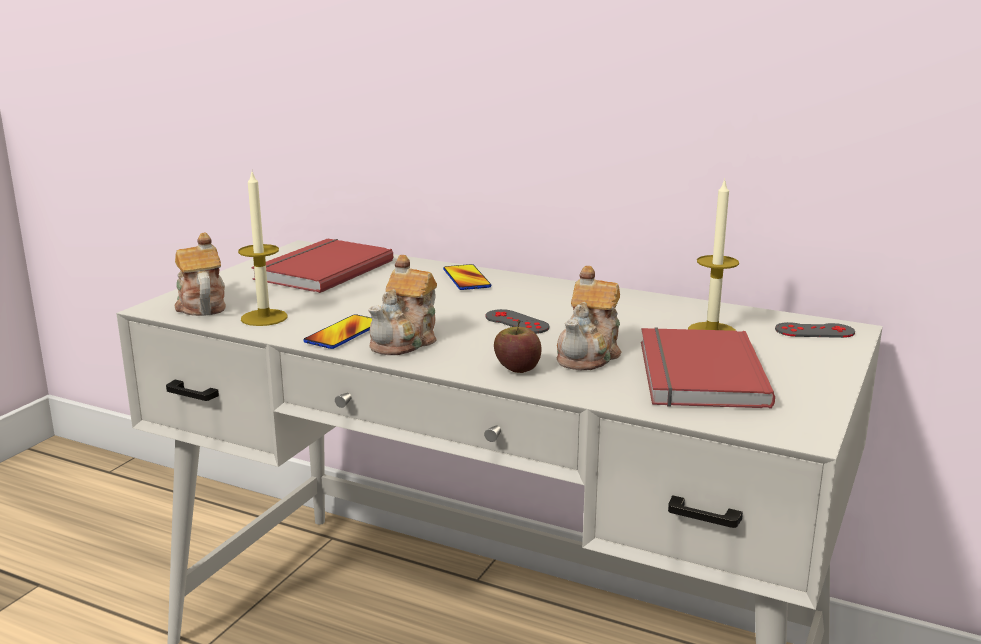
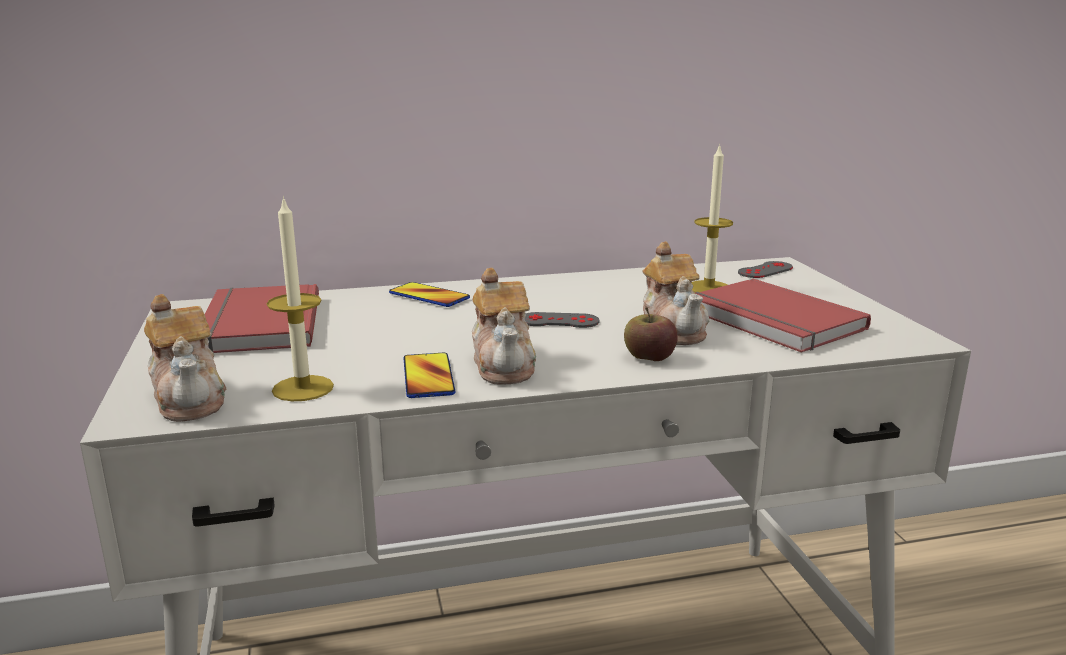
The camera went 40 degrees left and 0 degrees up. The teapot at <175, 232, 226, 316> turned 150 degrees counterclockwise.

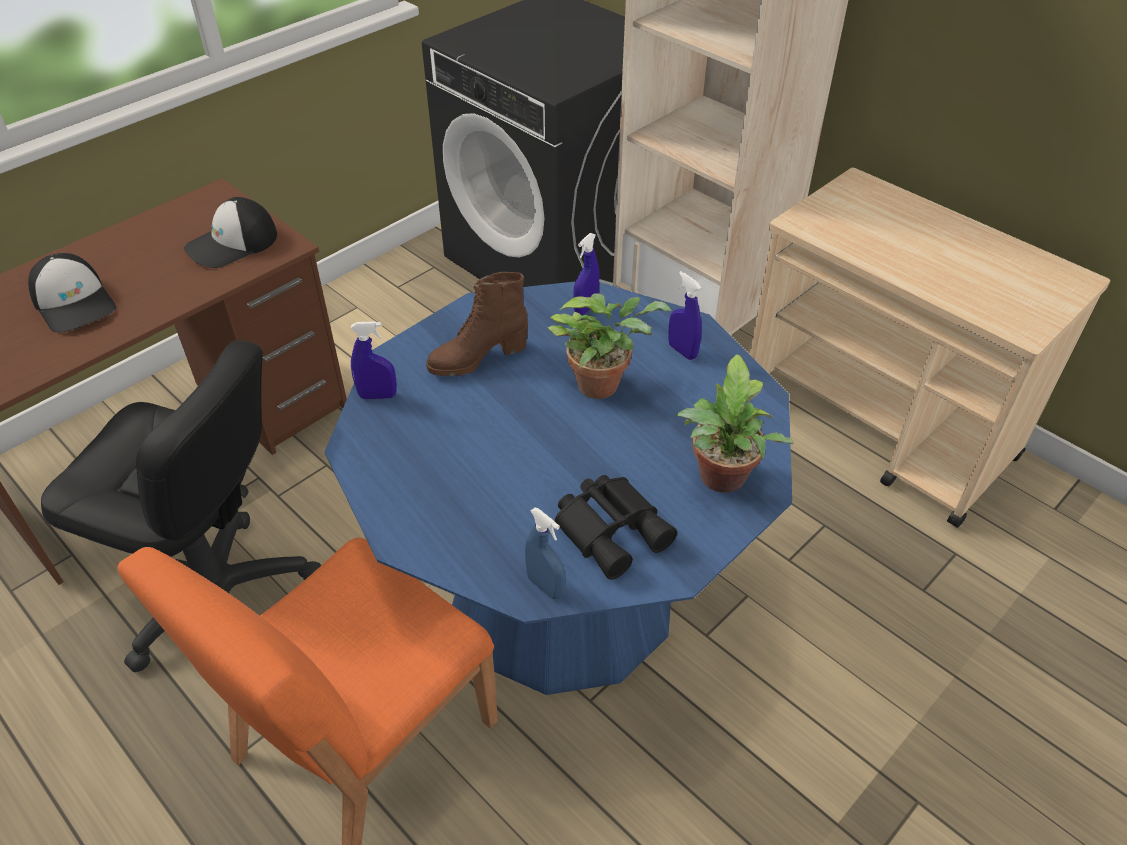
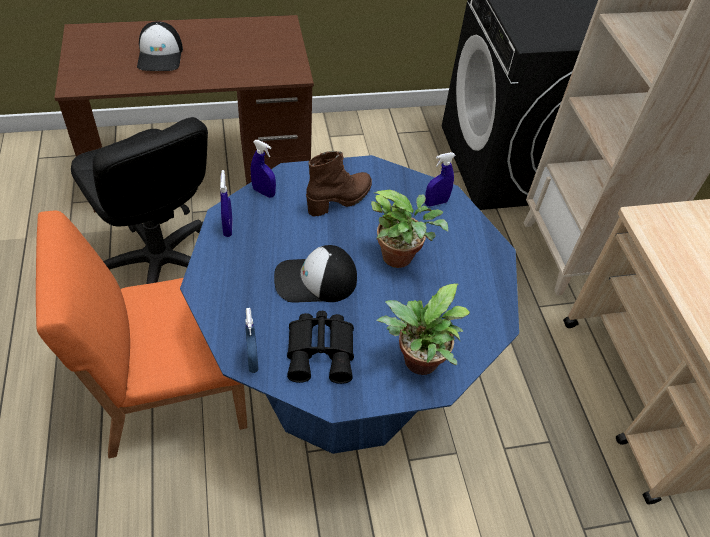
The camera went 30 degrees right and 5 degrees up. The cap moved from <184, 197, 277, 268> to <274, 245, 357, 303>. The brown-coloured_boot at <426, 272, 528, 377> turned 135 degrees clockwise. The bluish_spray_bottle moved from <668, 271, 702, 360> to <220, 170, 233, 237>.

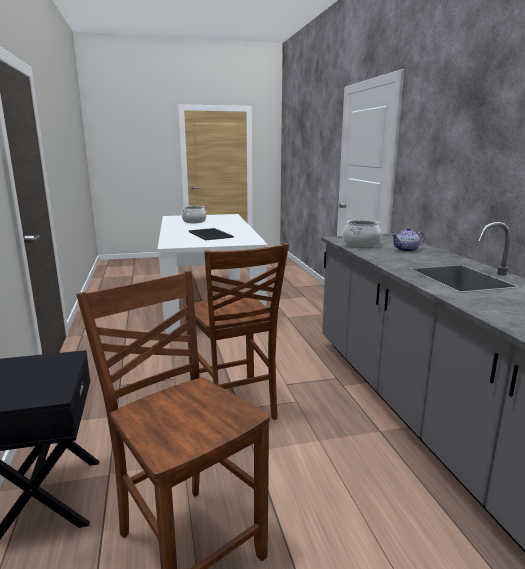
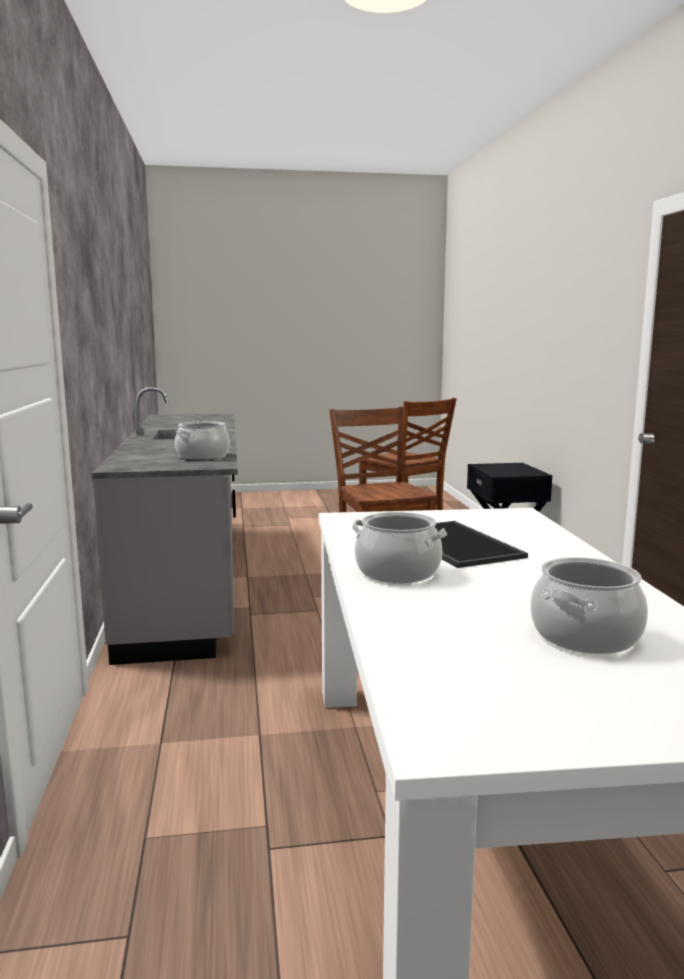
The camera went 175 degrees left and 5 degrees down. The teapot at <391, 228, 424, 252> disappeared. The saucepot at <352, 512, 447, 583> appeared.

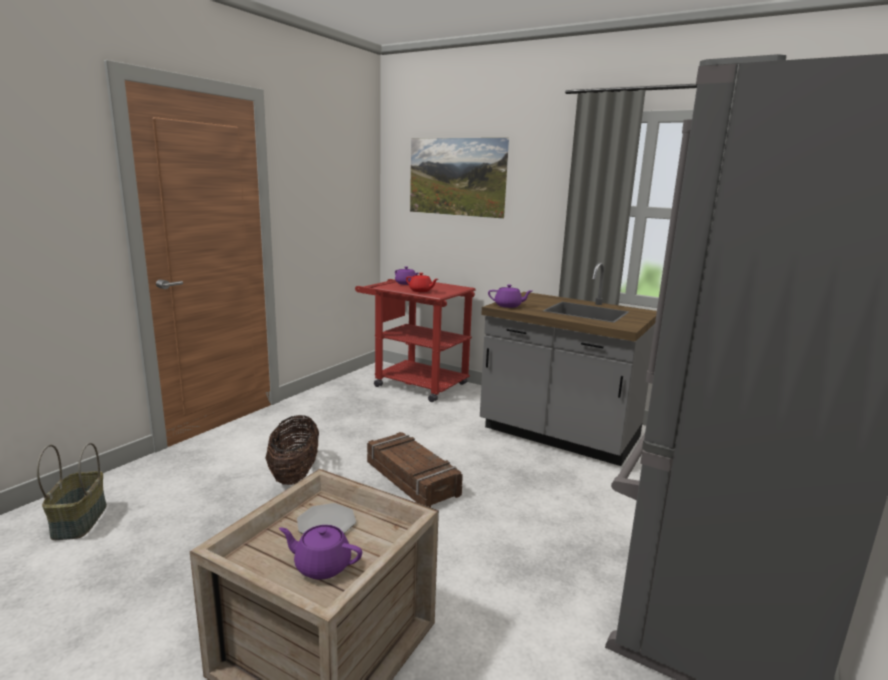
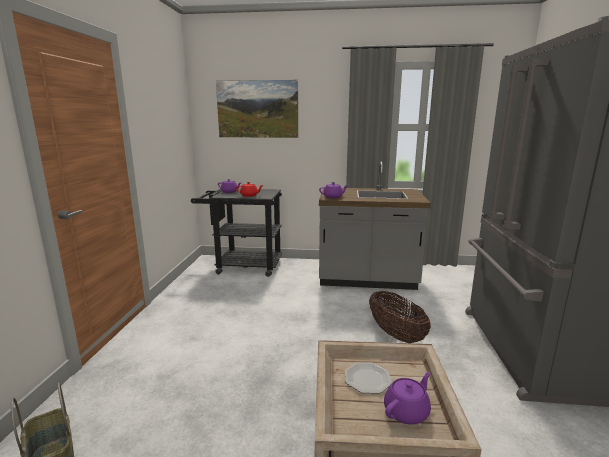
The camera went 25 degrees left and 0 degrees up. The basket moved from <266, 415, 319, 485> to <369, 291, 431, 343>. The purplish_teapot at <279, 525, 362, 580> turned 150 degrees clockwise. The red-coloured_trolley at <355, 279, 475, 402> became the black_trolley at <191, 189, 282, 277>. The packing_crate at <367, 432, 463, 507> disappeared.

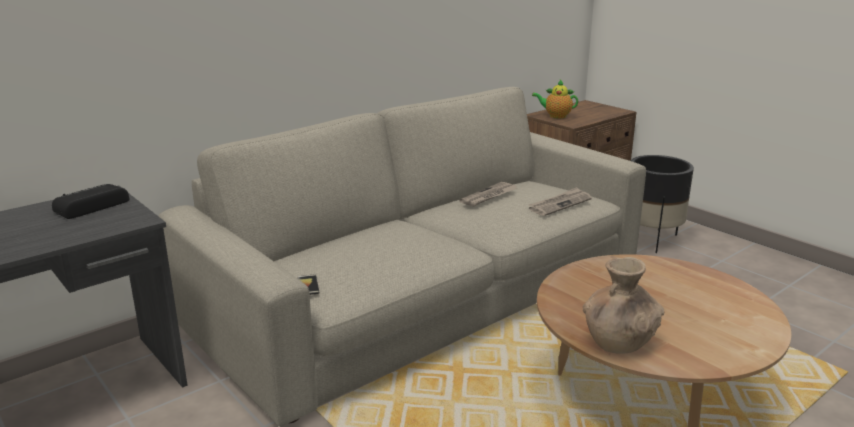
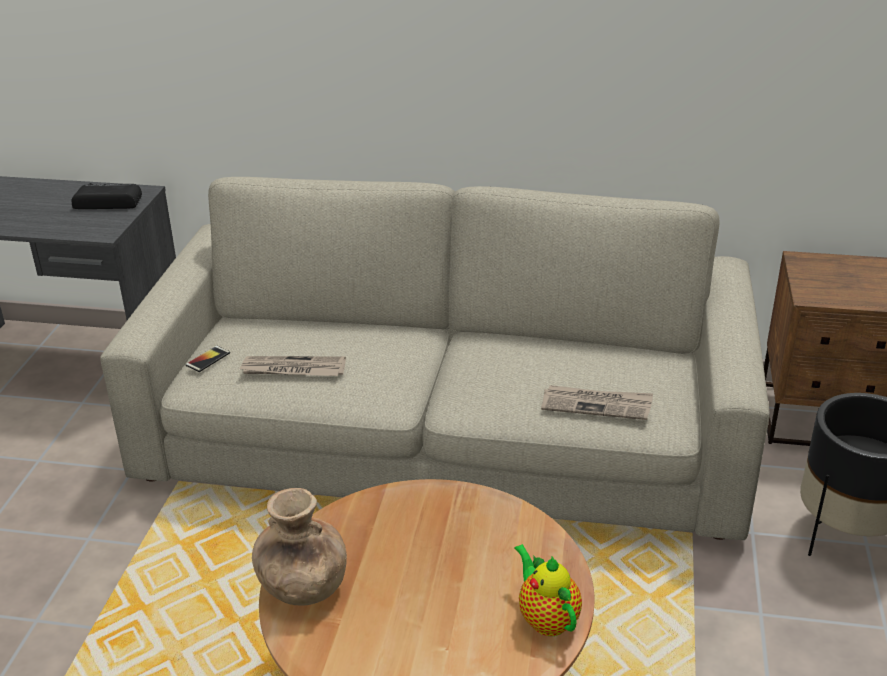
The camera went 50 degrees right and 10 degrees up. The printed_paper moved from <459, 182, 517, 207> to <239, 356, 346, 376>. The teapot moved from <532, 80, 578, 119> to <514, 544, 582, 636>.

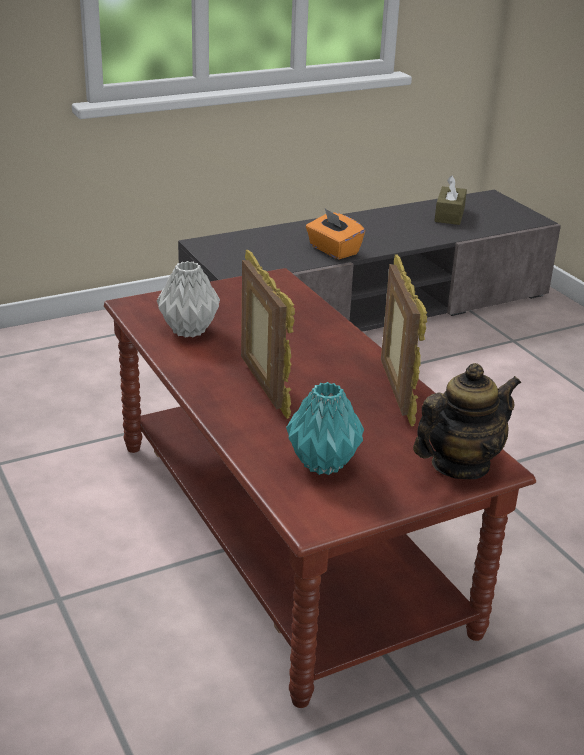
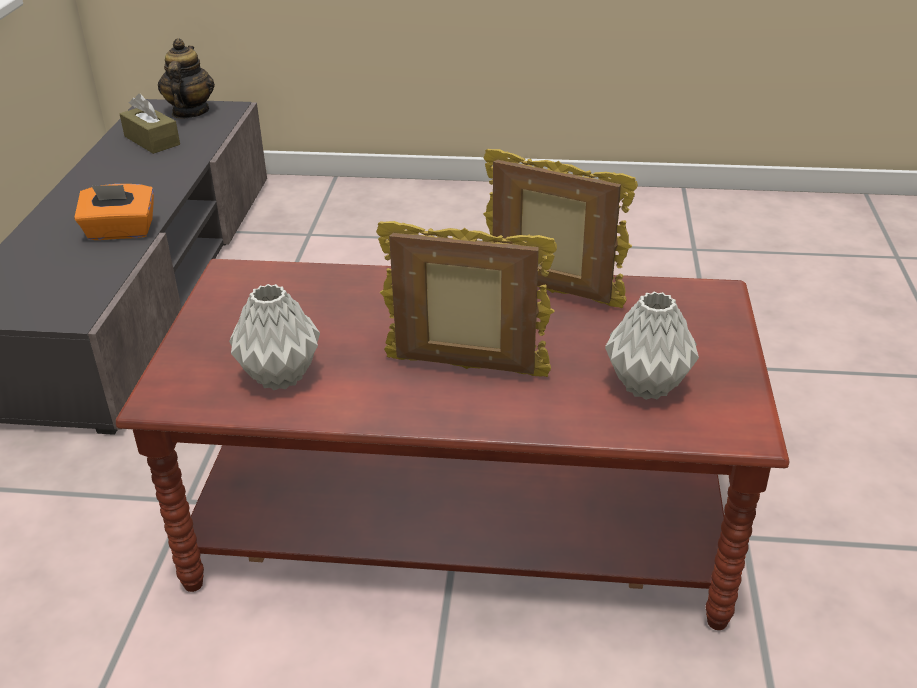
The camera went 55 degrees left and 5 degrees up. The turquoise-coloured_vase at <286, 382, 364, 475> became the greyish_vase at <605, 291, 699, 400>. The teapot moved from <413, 363, 521, 479> to <158, 38, 215, 119>.

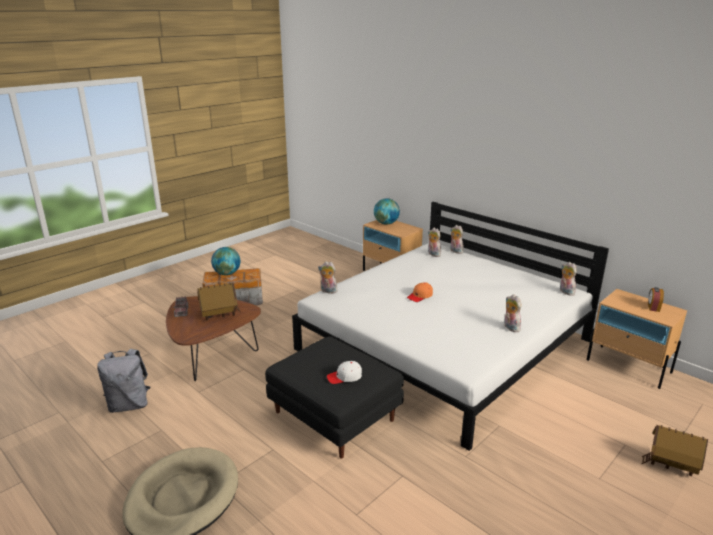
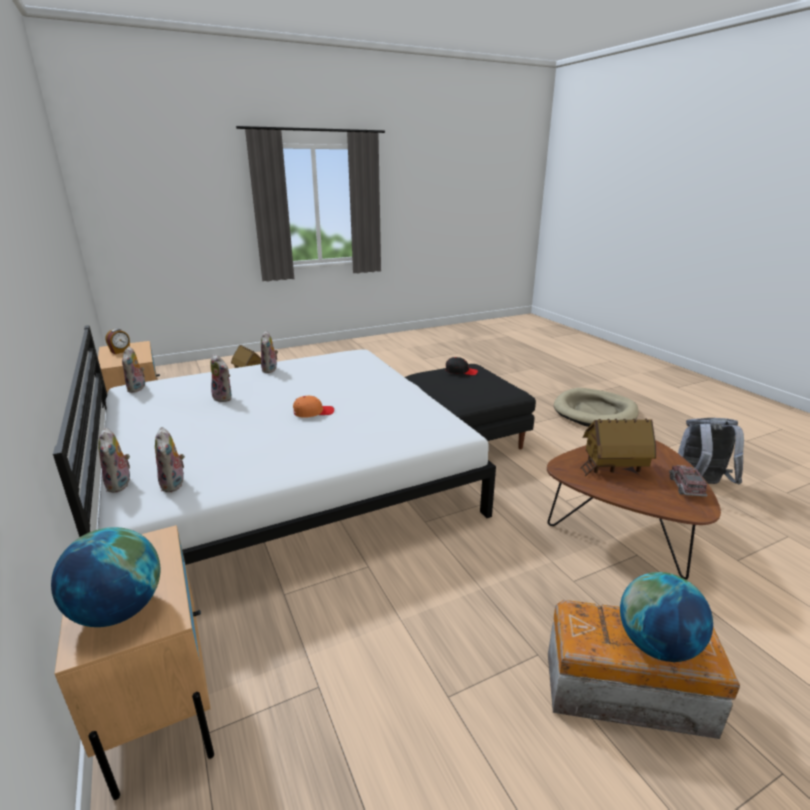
The camera went 160 degrees left and 0 degrees up. The soft_toy moved from <318, 261, 338, 294> to <210, 354, 232, 402>. The white_cap at <327, 361, 362, 384> became the black_cap at <446, 357, 478, 375>.

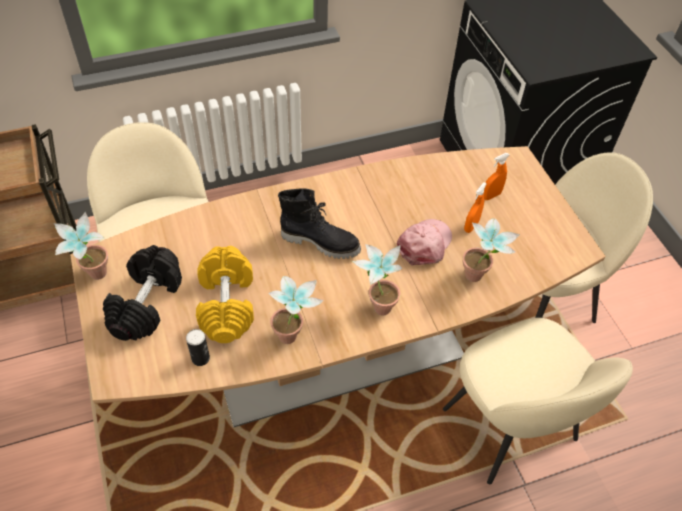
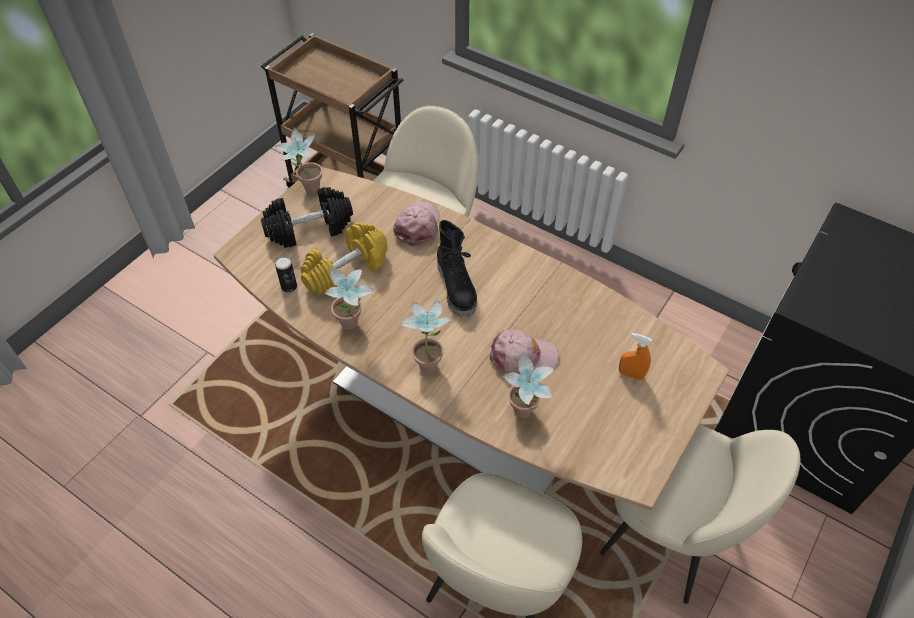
The camera went 55 degrees right and 0 degrees up. The orange-coloured_spray_bottle at <464, 182, 487, 233> disappeared. The pinkish_cap at <393, 201, 440, 247> appeared.

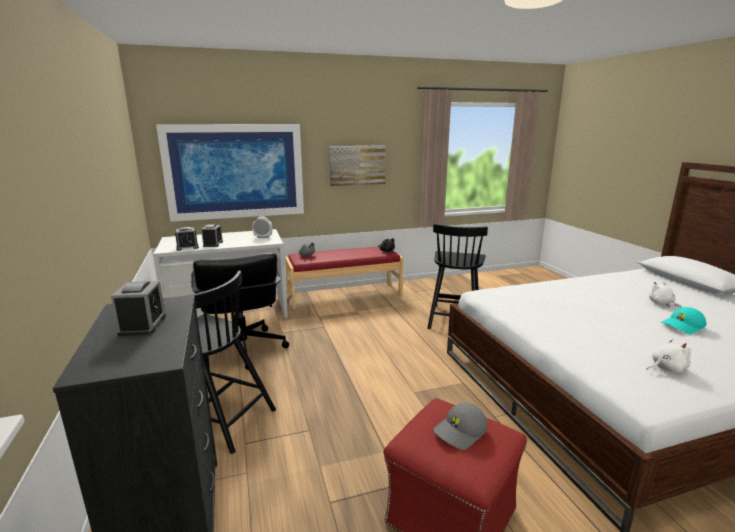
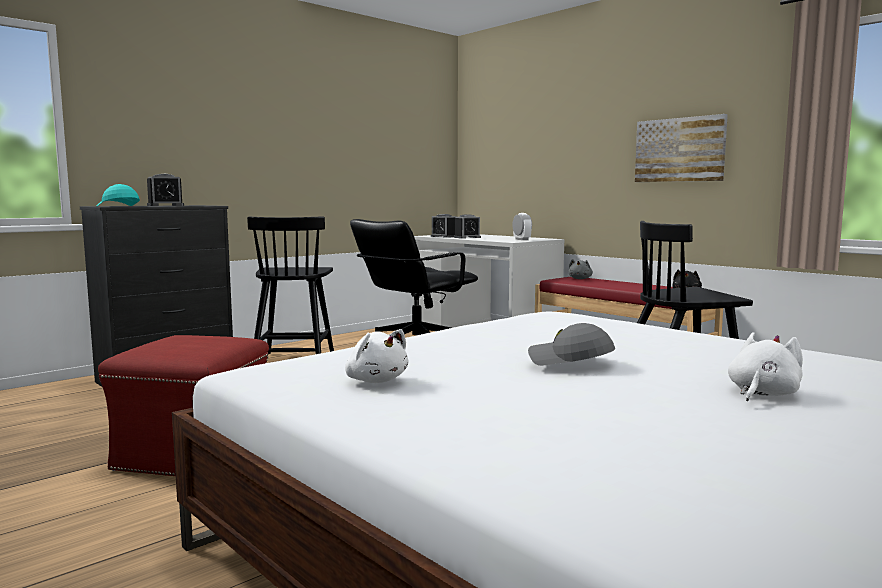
The camera went 65 degrees right and 10 degrees down. The picture at <156, 124, 304, 222> disappeared. The greyish_cap moved from <433, 403, 488, 450> to <528, 323, 615, 366>. The turquoise-coloured_cap moved from <661, 307, 706, 334> to <97, 184, 140, 206>.

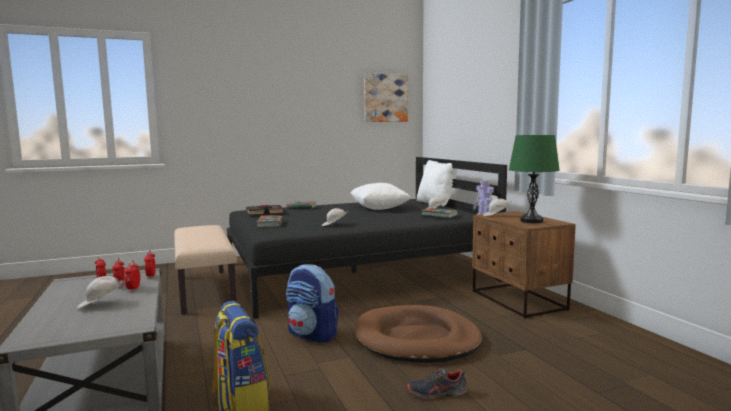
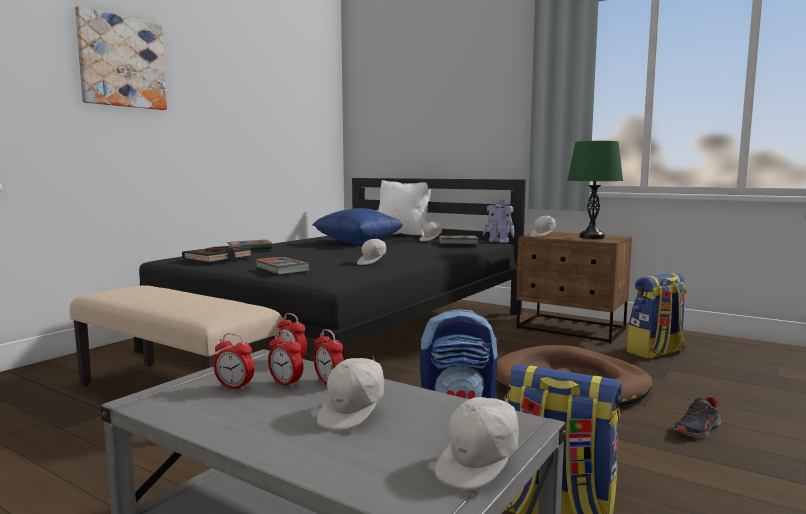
The camera went 35 degrees left and 0 degrees up. The white_throw_pillow at <350, 183, 411, 210> became the bluish_throw_pillow at <313, 208, 403, 244>. The picture moved from <364, 73, 408, 122> to <75, 6, 167, 110>. The white_cap at <435, 394, 519, 490> appeared. The knapsack at <627, 273, 687, 359> appeared.

